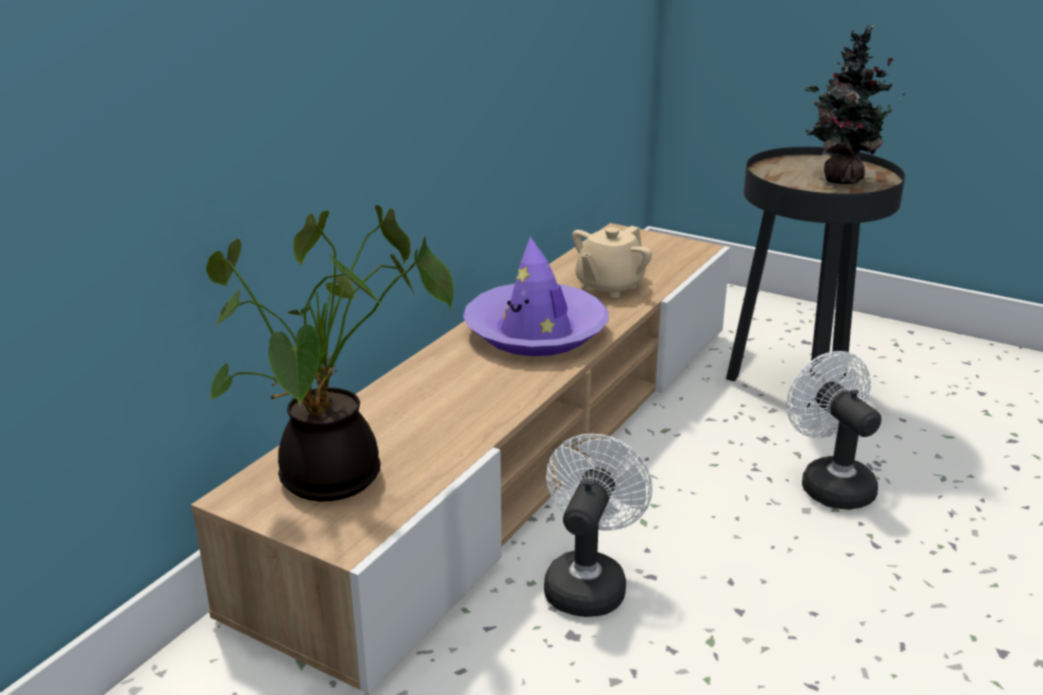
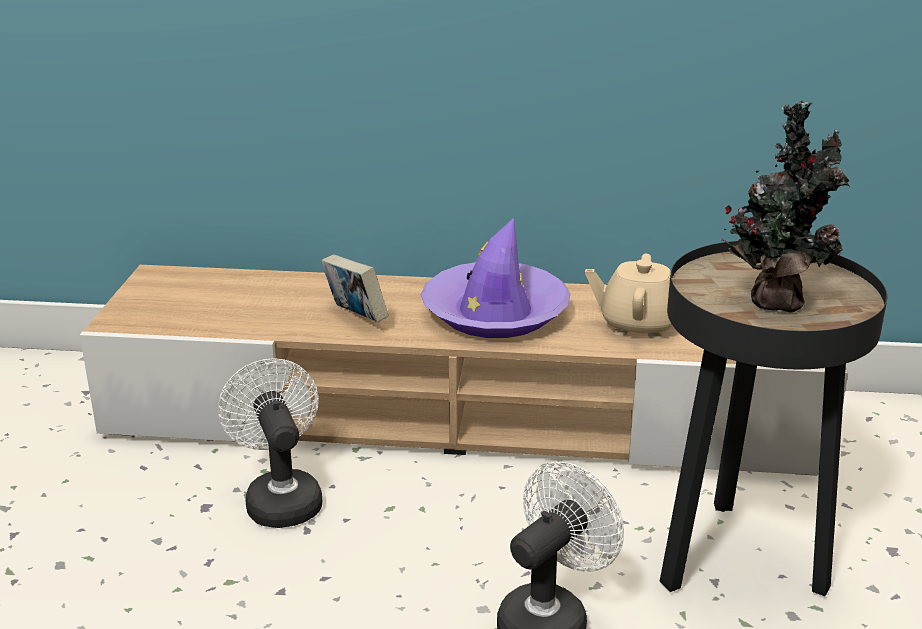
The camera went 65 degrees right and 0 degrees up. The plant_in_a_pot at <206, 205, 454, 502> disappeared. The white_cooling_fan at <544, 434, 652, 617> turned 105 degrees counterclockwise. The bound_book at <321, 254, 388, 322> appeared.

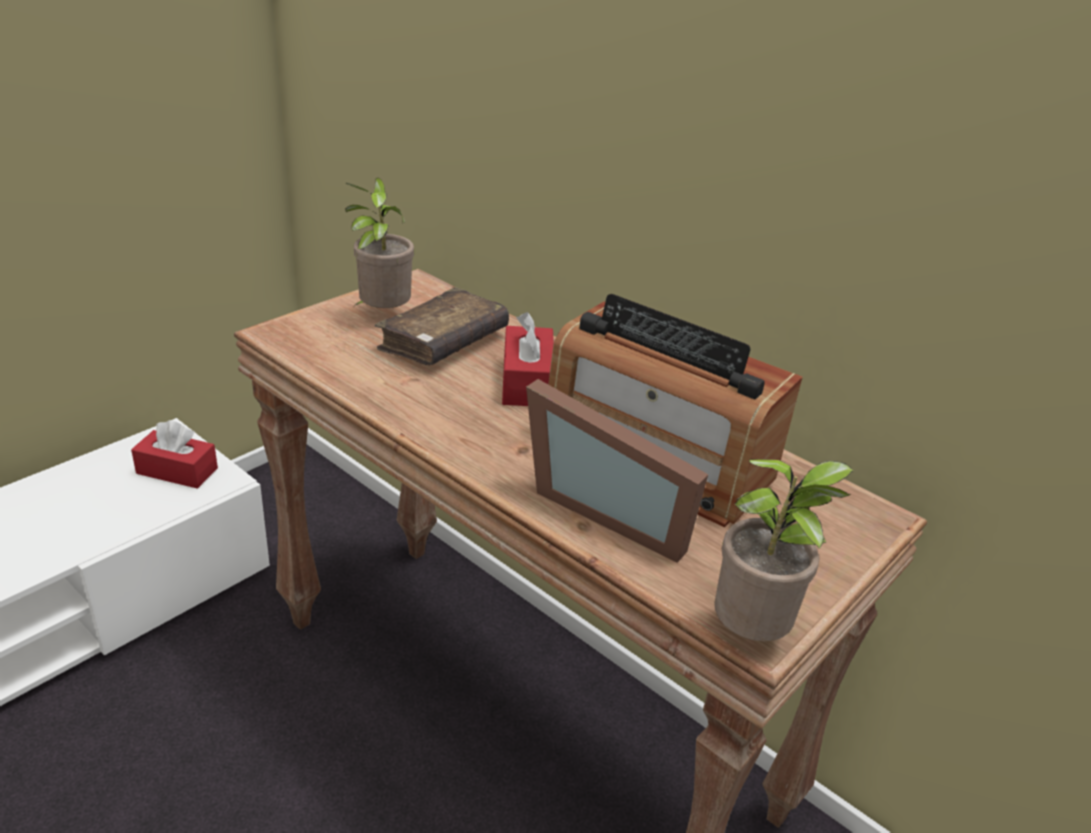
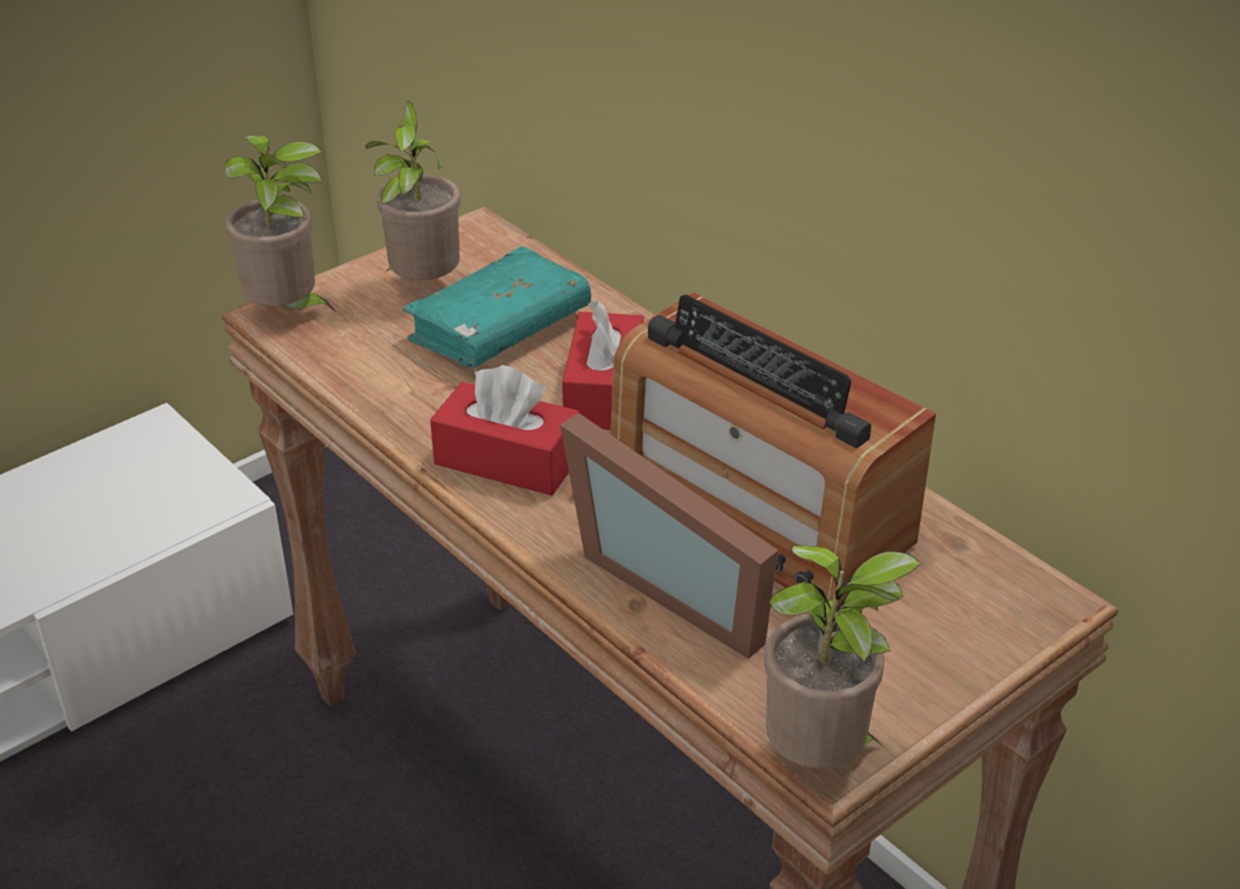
The camera went 10 degrees right and 5 degrees up. The red-coloured_tissue_holder moved from <131, 420, 218, 489> to <430, 365, 580, 496>. The brown-coloured_bound_book at <374, 287, 509, 365> became the turquoise-coloured_bound_book at <402, 246, 591, 368>. The plant_in_a_pot at <225, 135, 335, 312> appeared.

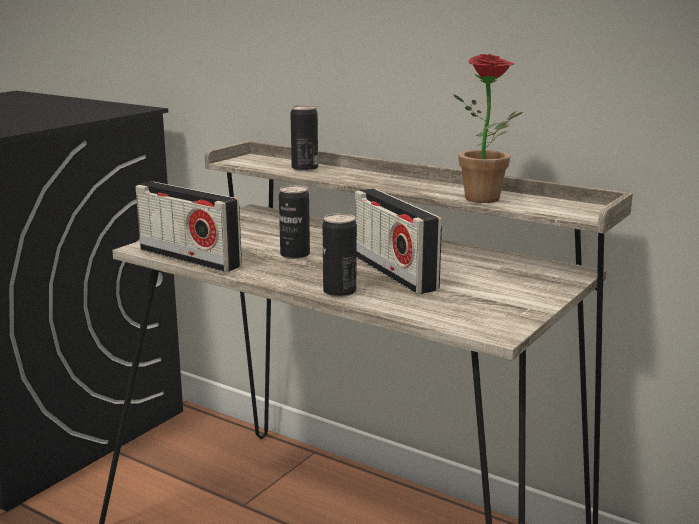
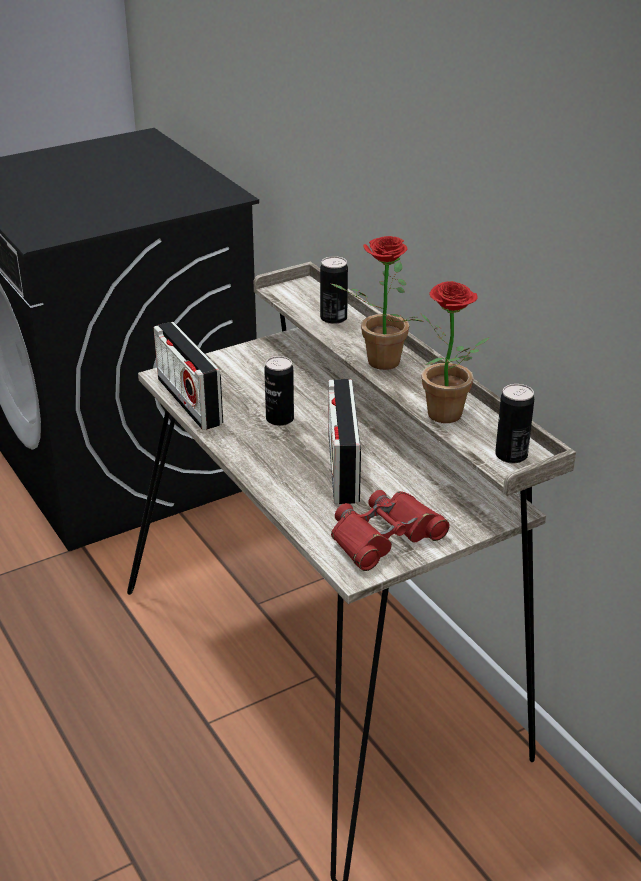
The camera went 25 degrees right and 15 degrees up. The sealed_can moved from <323, 213, 357, 297> to <495, 384, 534, 463>. The red-coloured_pair_of_binoculars at <331, 490, 450, 571> appeared. The plant_in_a_pot at <332, 236, 424, 370> appeared.

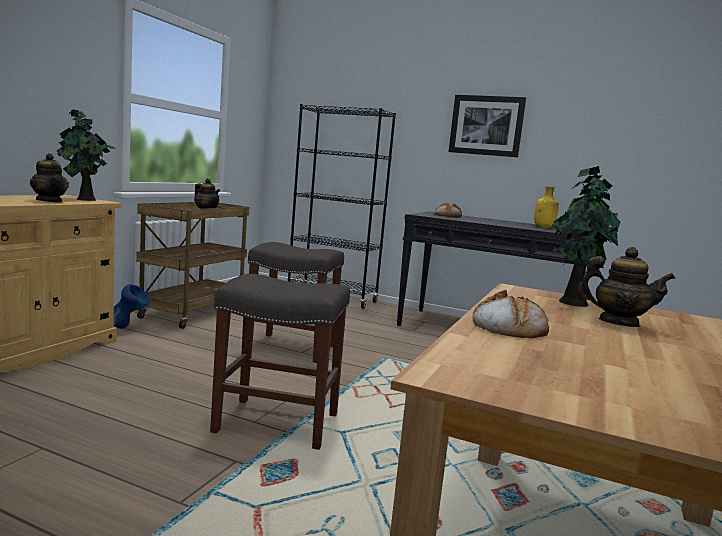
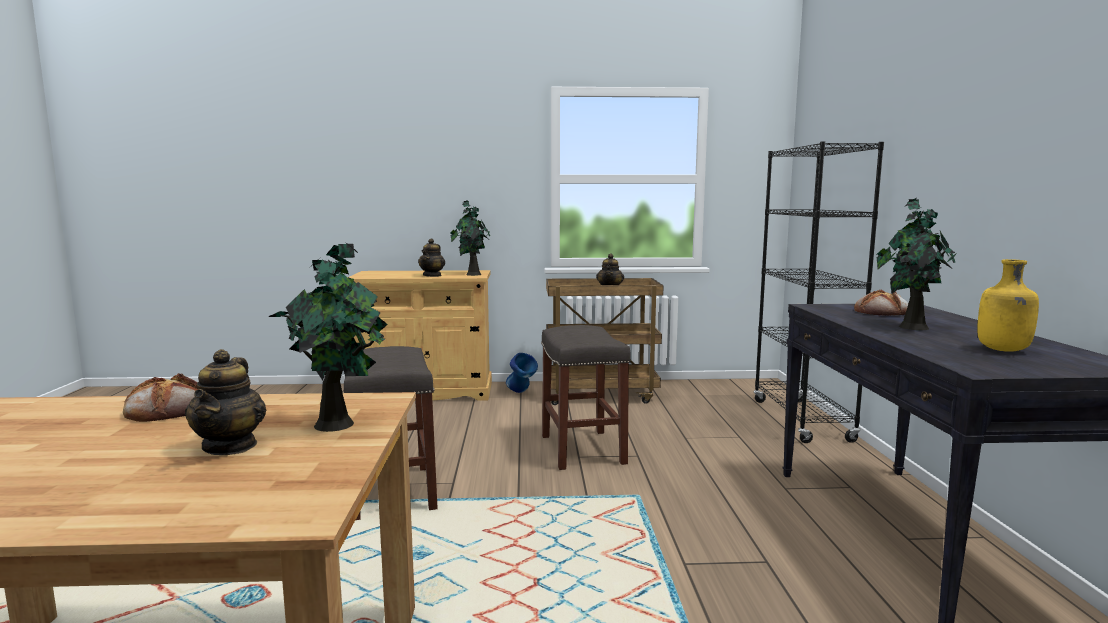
The camera went 65 degrees right and 0 degrees up. The picture at <449, 95, 526, 157> disappeared. The plant_in_a_pot at <877, 198, 957, 330> appeared.

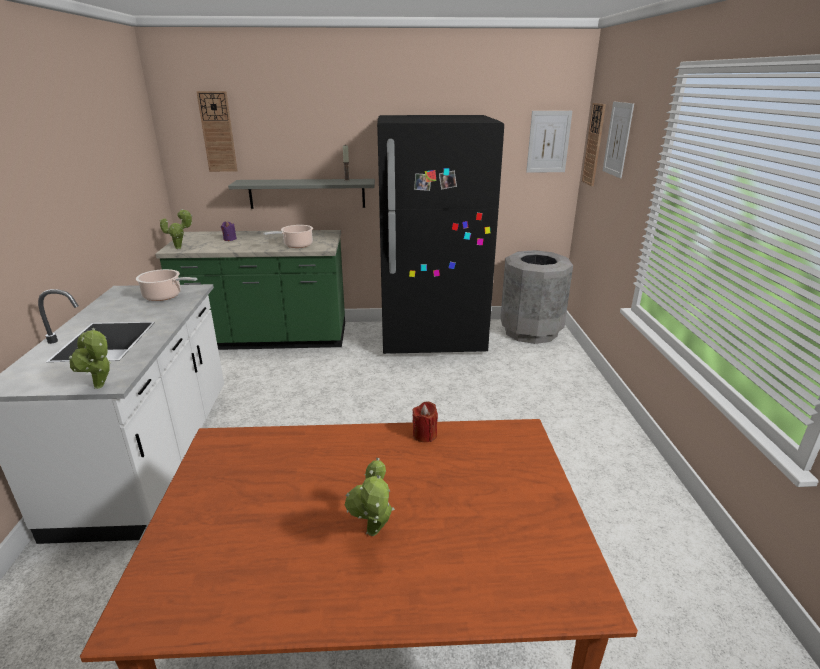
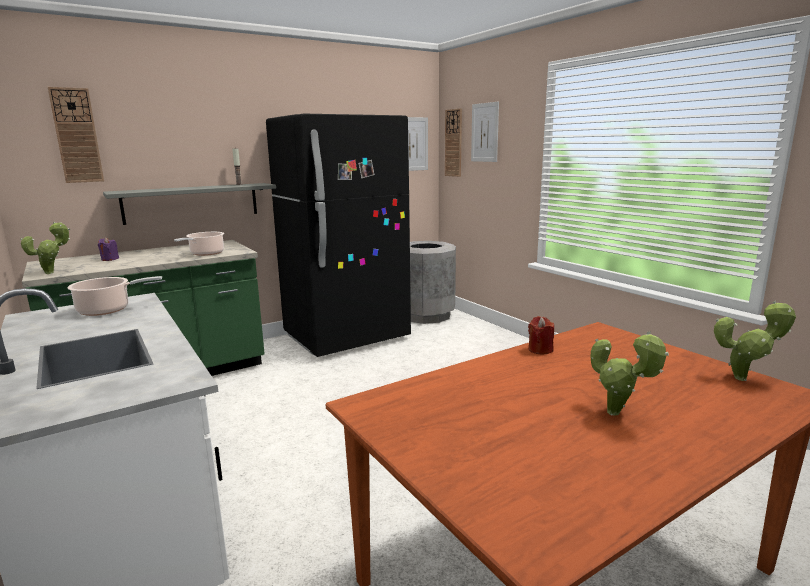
The camera went 30 degrees left and 10 degrees down. The plant_in_a_pot moved from <69, 328, 111, 389> to <714, 300, 796, 381>.

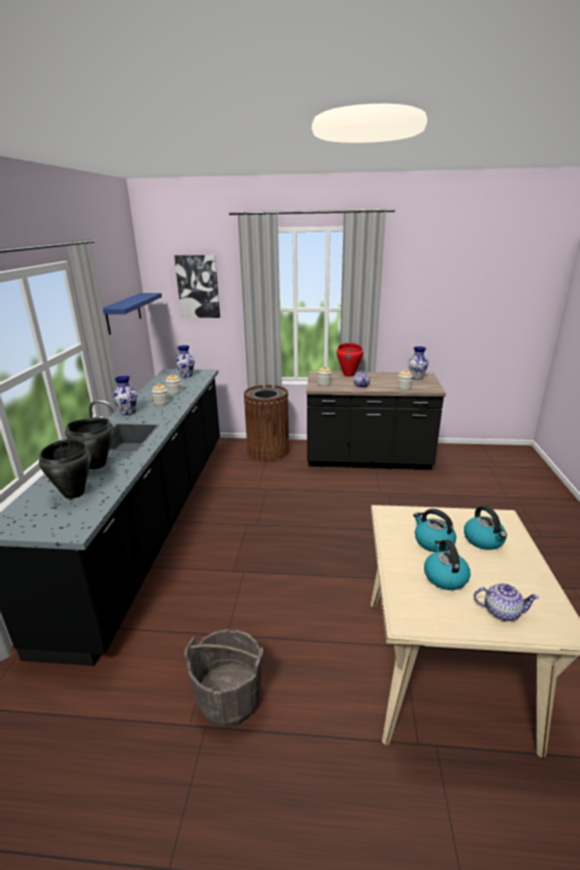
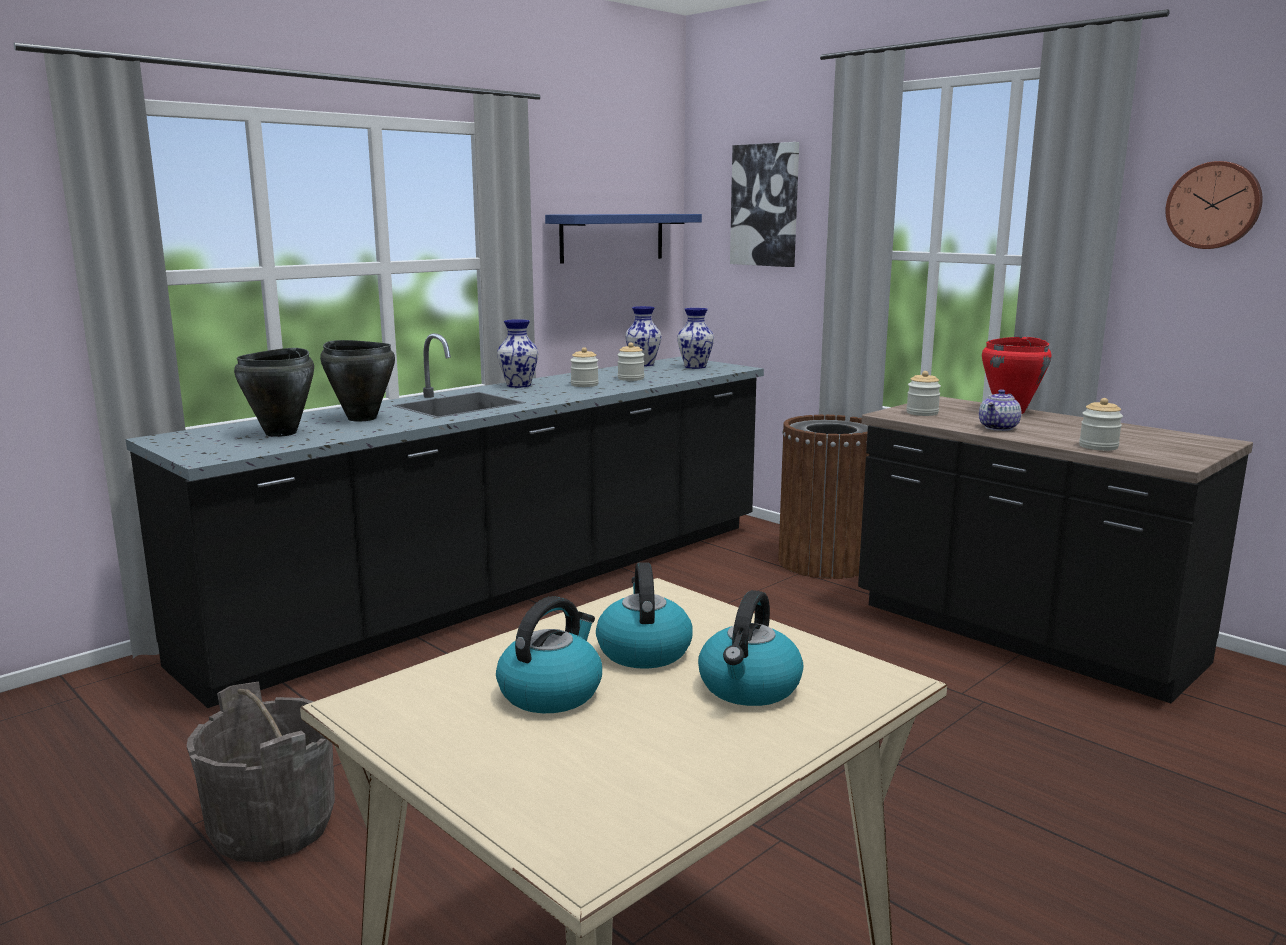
The camera went 40 degrees right and 10 degrees down. The vase moved from <408, 347, 429, 380> to <625, 306, 661, 366>. The teapot at <474, 583, 539, 621> disappeared. The clock_on_the_wall at <1165, 161, 1263, 249> appeared.

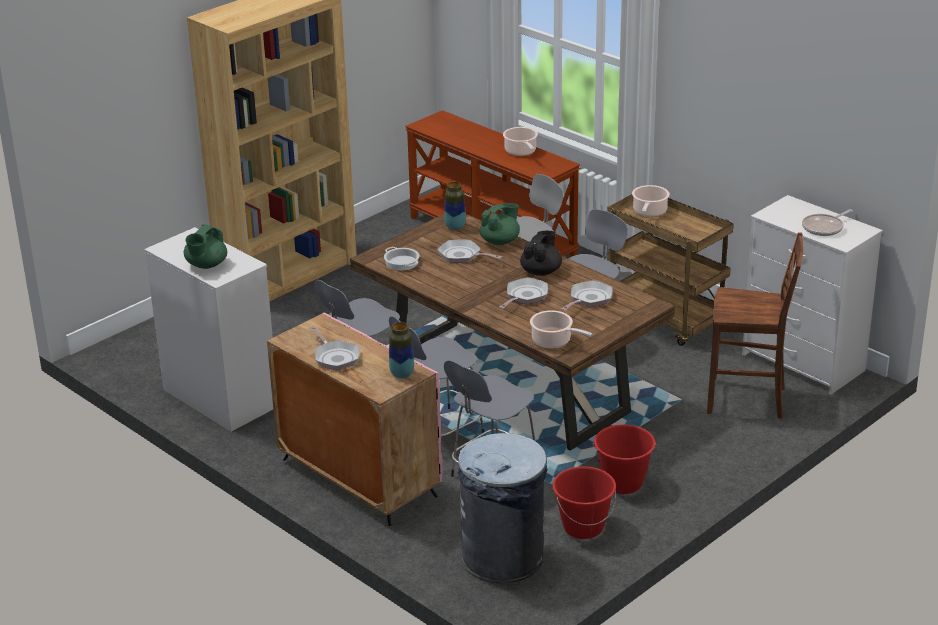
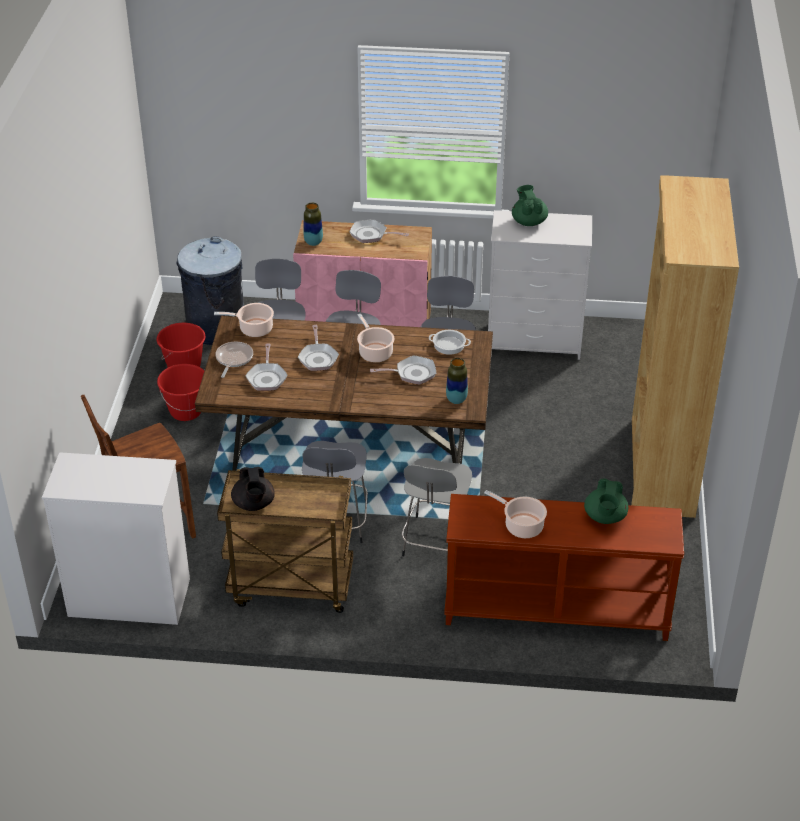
The camera went 140 degrees right and 10 degrees up. The green_teapot moved from <480, 203, 520, 245> to <584, 478, 628, 524>. The black_teapot moved from <520, 231, 562, 276> to <231, 467, 275, 511>. The saucepot moved from <632, 185, 670, 217> to <357, 314, 395, 362>. The skillet moved from <802, 209, 853, 236> to <215, 342, 253, 378>.

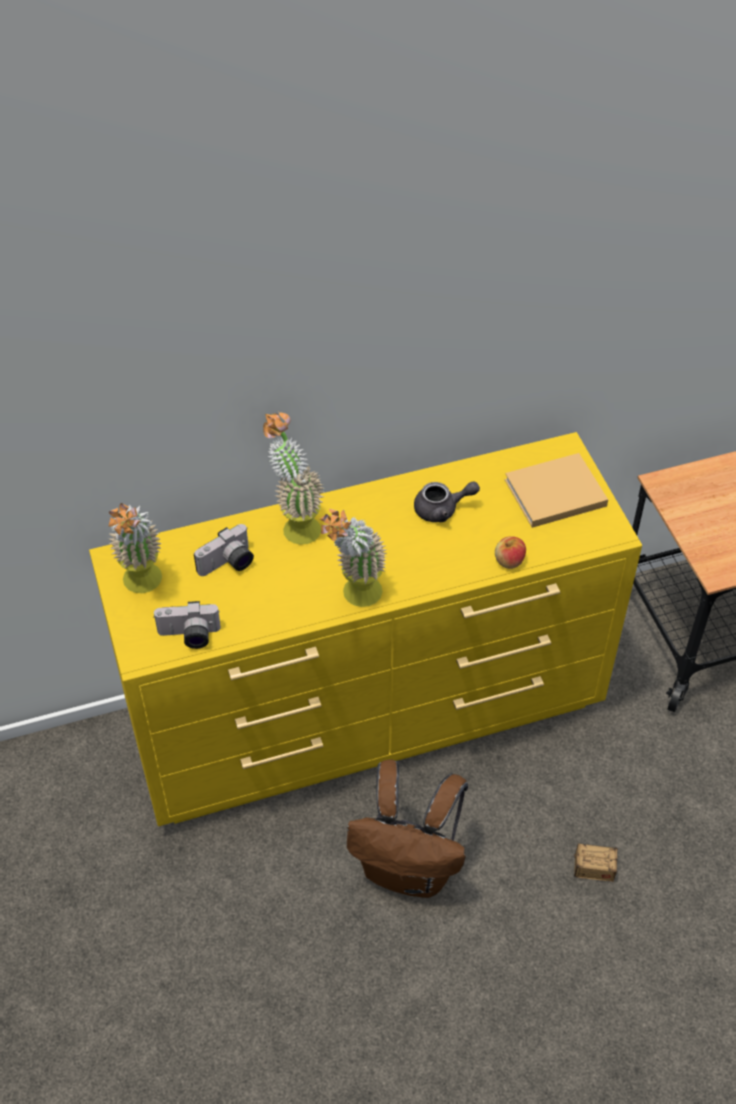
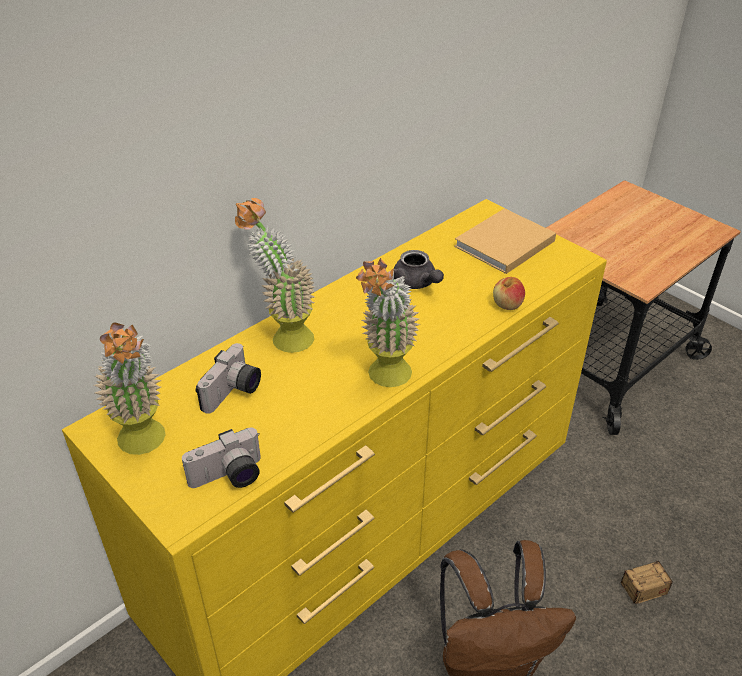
The camera went 25 degrees left and 10 degrees down. The greyish_teapot at <414, 482, 480, 522> turned 90 degrees clockwise.

